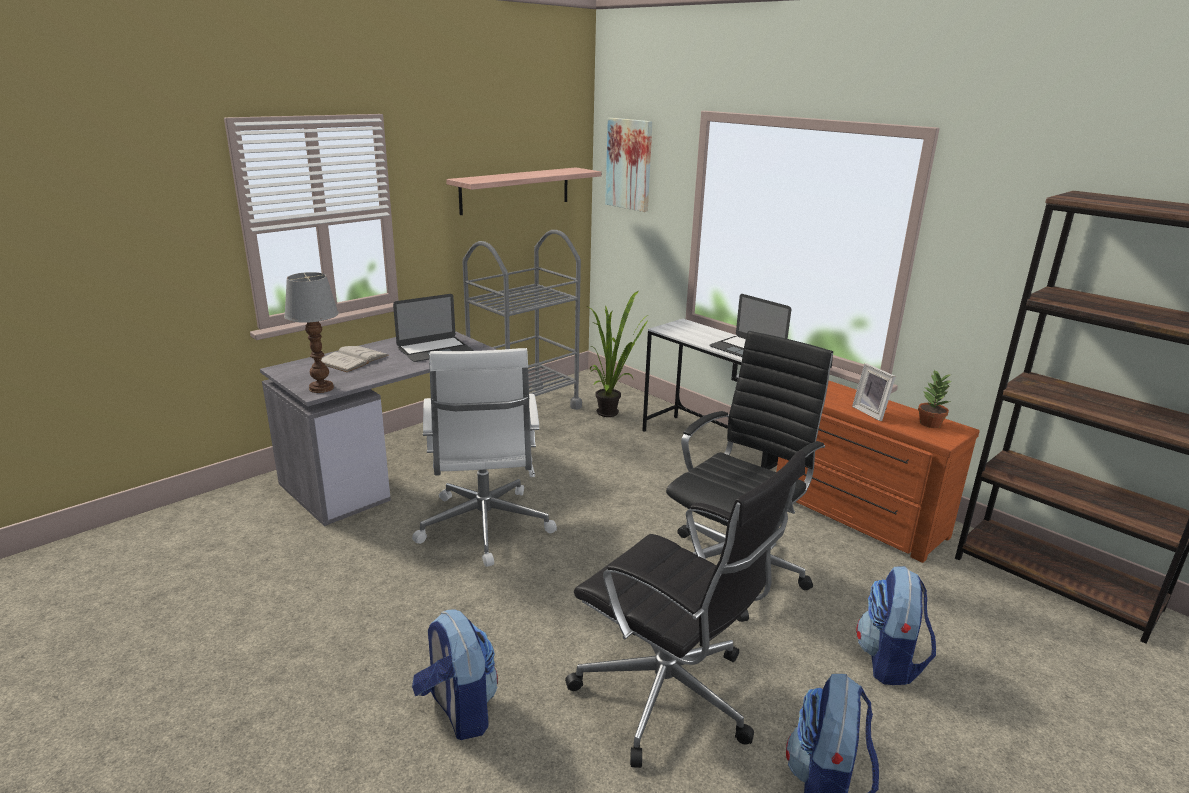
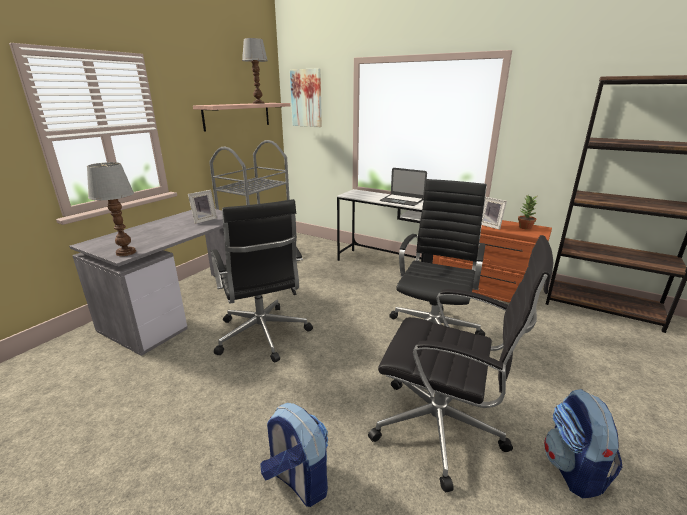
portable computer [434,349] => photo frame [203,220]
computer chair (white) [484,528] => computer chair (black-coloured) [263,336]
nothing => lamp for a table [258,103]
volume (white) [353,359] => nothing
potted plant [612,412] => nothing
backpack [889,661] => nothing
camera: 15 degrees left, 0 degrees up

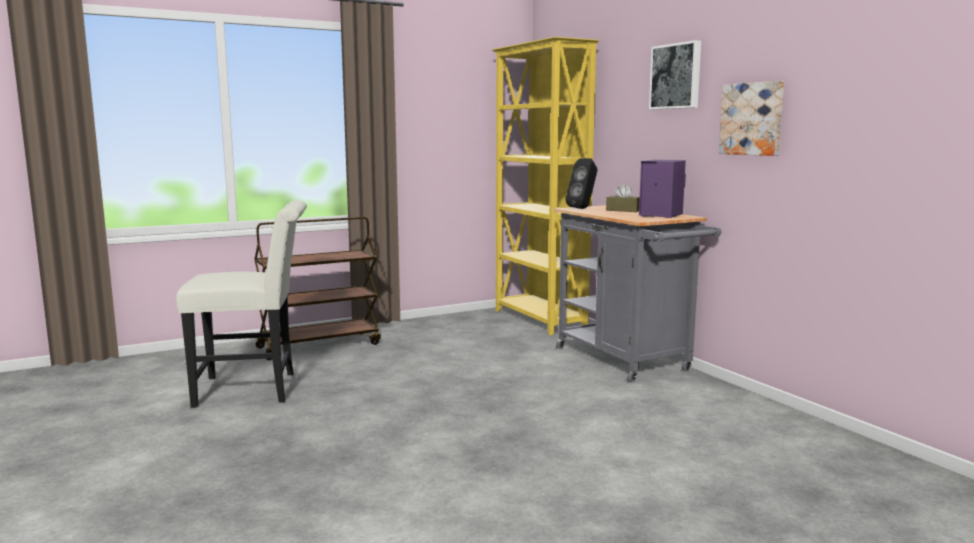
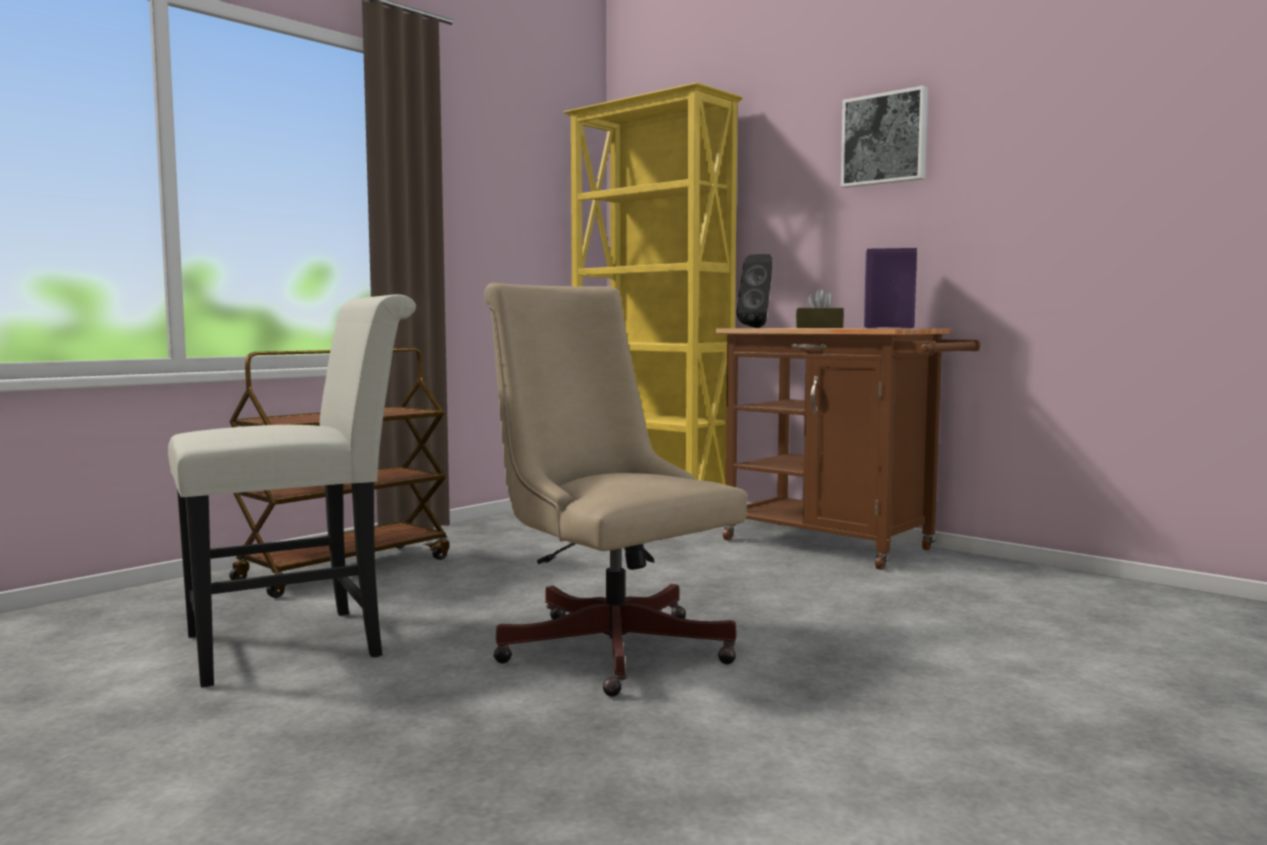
nothing => computer chair (beige) [607,645]
cart (greyish) [627,361] => cart (brownish) [839,546]
wall art [752,119] => nothing
camera: 20 degrees left, 5 degrees down

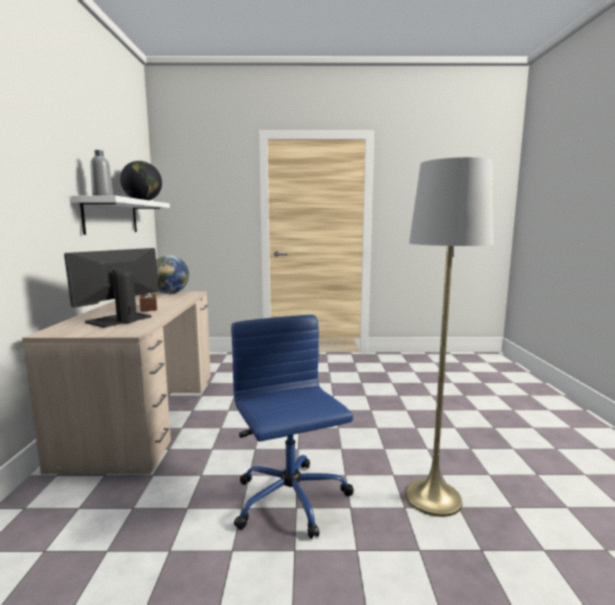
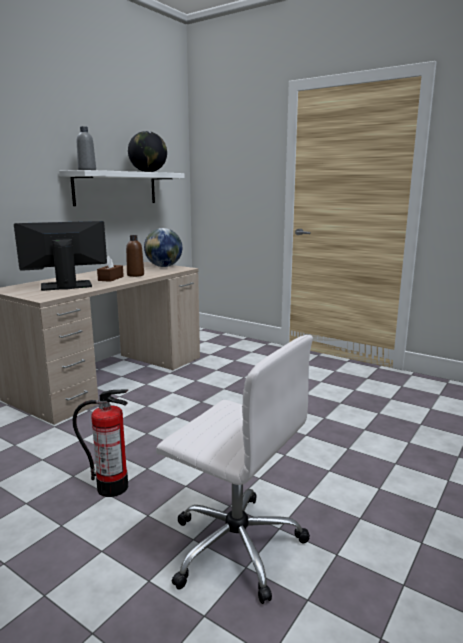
computer chair (blue) [291,500] => fire-fighting cylinder [112,487]
nothing => bottle (brownish) [135,275]
floor lamp (greyish) [433,497] => computer chair (white) [234,545]
camera: 35 degrees right, 5 degrees up

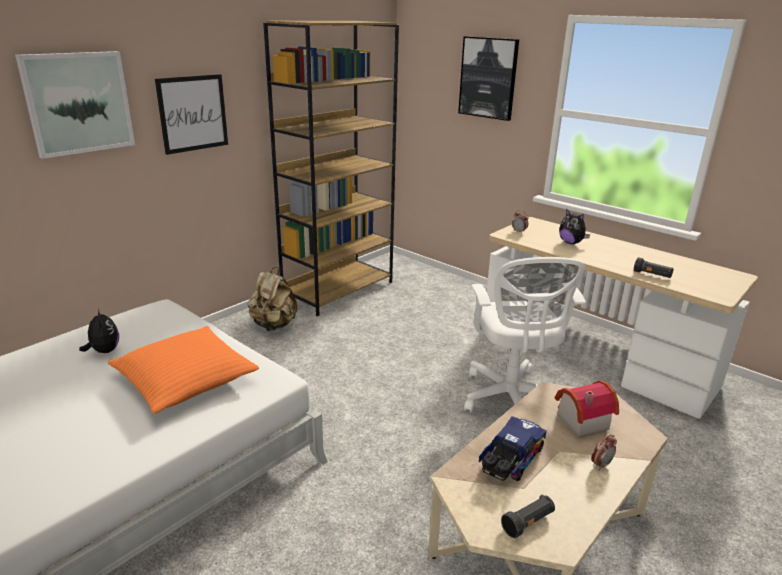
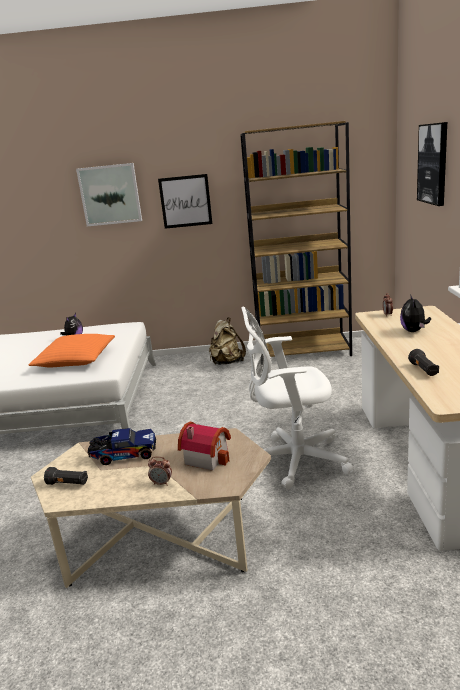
computer chair (white) [510,400] => computer chair (white) [293,460], 45 degrees clockwise
camera: 50 degrees right, 5 degrees down

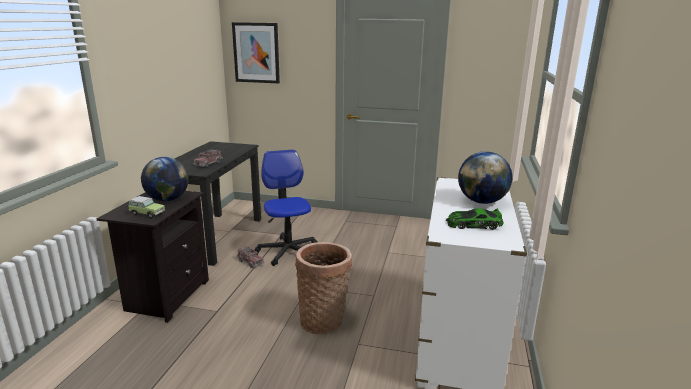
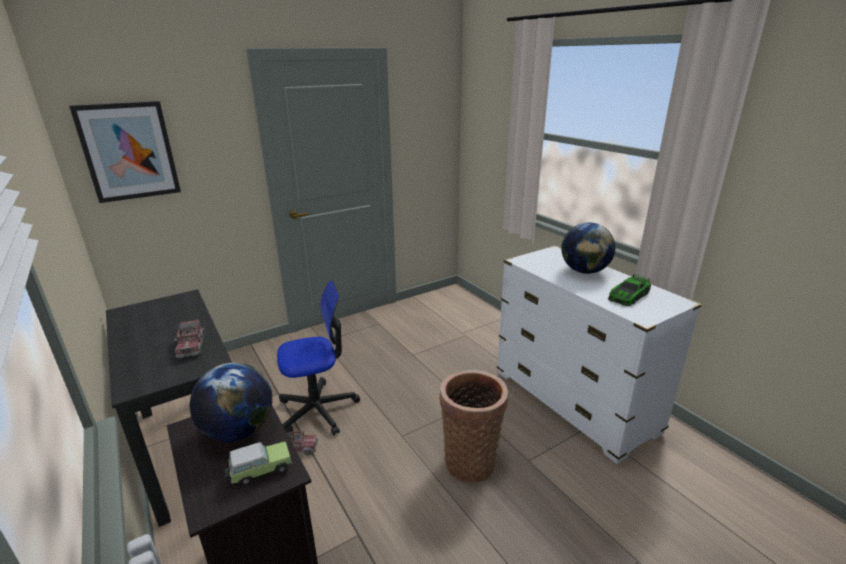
computer chair [288,251] => computer chair [318,409], 135 degrees clockwise
camera: 45 degrees left, 5 degrees up

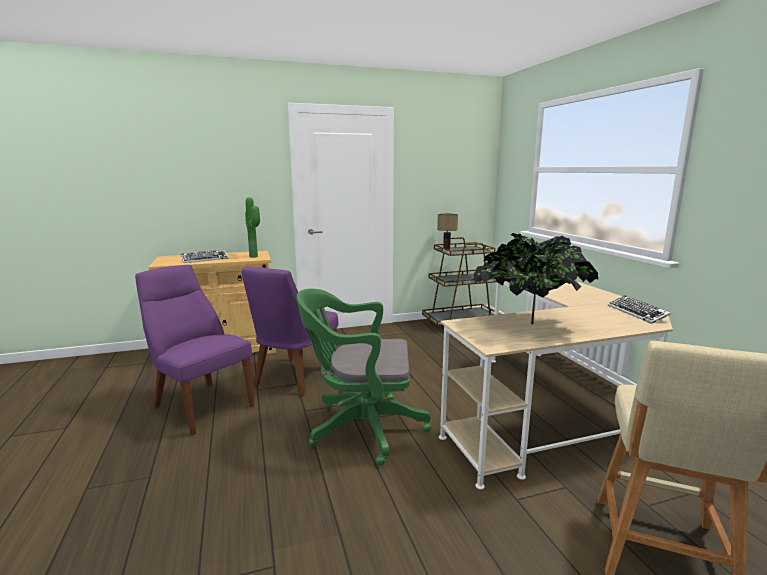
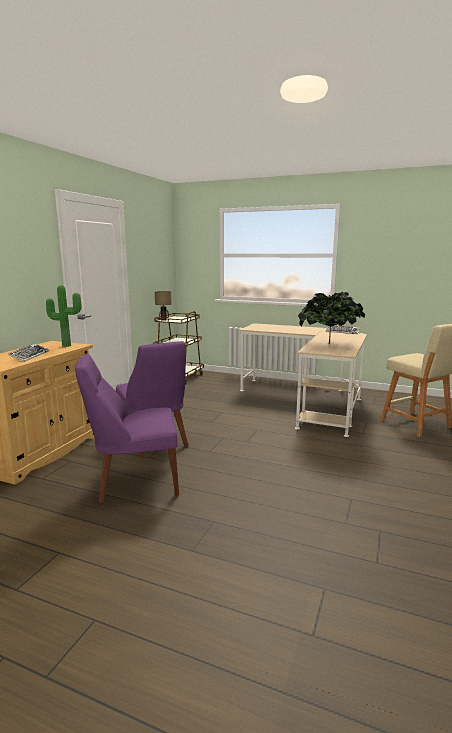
computer chair (green) [361,428] => nothing
camera: 50 degrees left, 0 degrees up

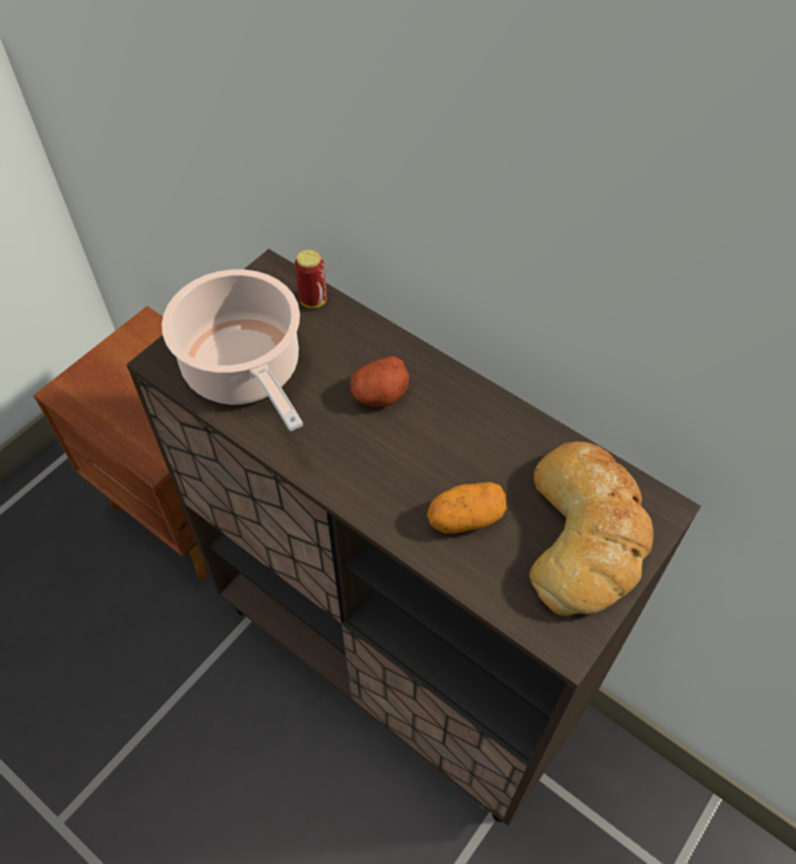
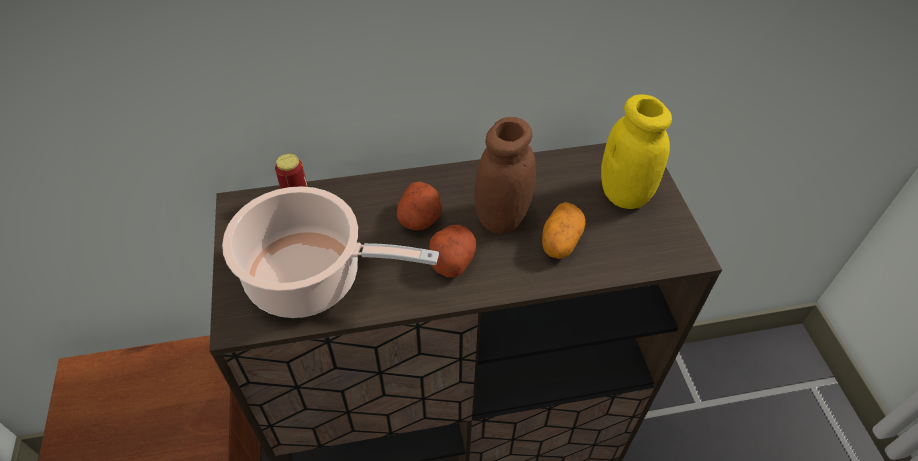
nothing => whole potato [451,259]
nothing => storage jar (brownish) [502,218]
baked bread [587,533] => storage jar (yellow-coloured) [624,194]
camera: 50 degrees left, 5 degrees down

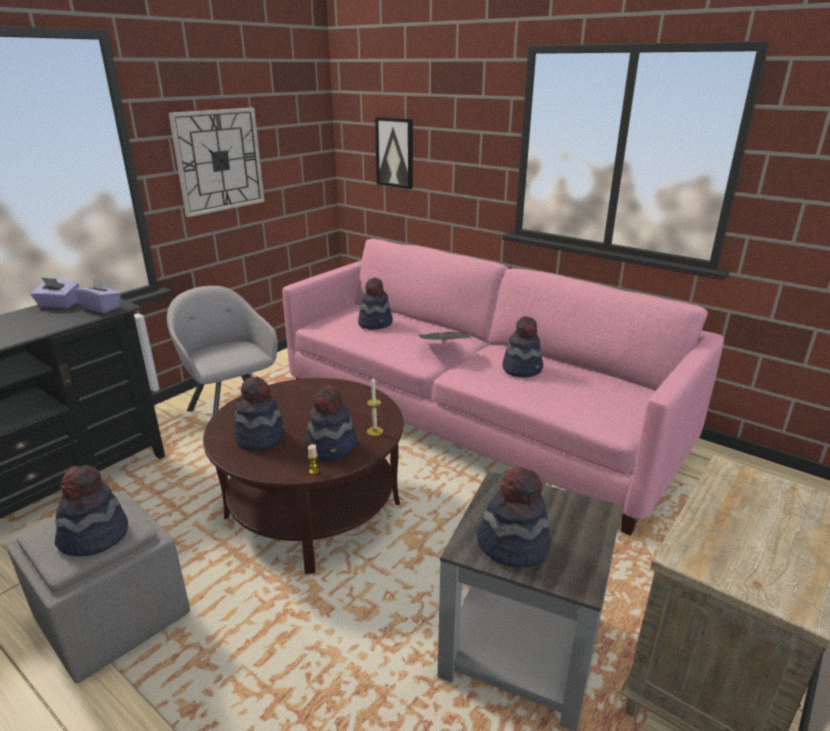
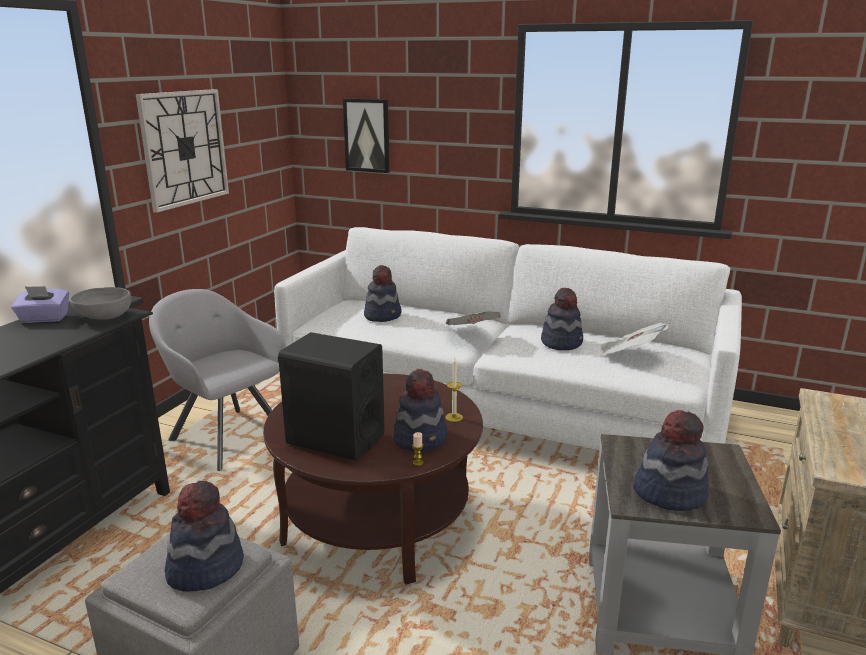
tissue holder (purple) [101,308] => serving bowl (greyish) [104,317]
couch (pinkish) [475,420] => couch (white) [499,408]
clothing hat [260,437] => loudspeaker (black-coloured) [335,439]
nothing => daily paper [629,354]
camera: 15 degrees left, 5 degrees down

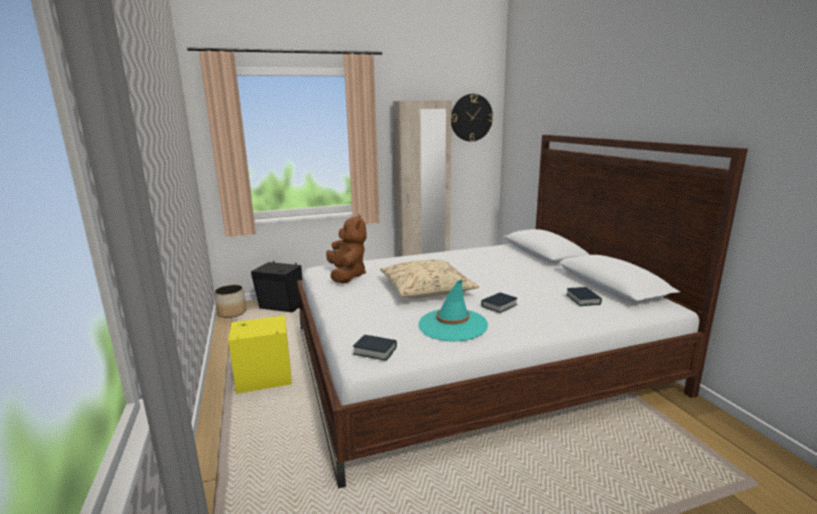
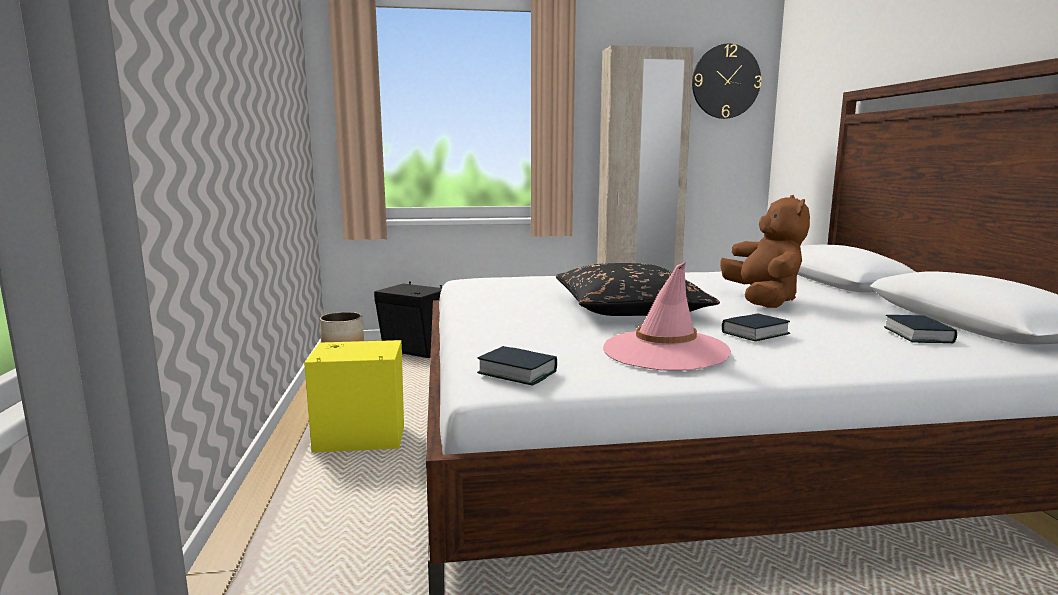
throw pillow (beige) [426,289] => throw pillow (black-coloured) [629,308]
clothing hat (turquoise) [452,325] => clothing hat (pinkish) [665,351]
plush toy (brownish) [347,276] => plush toy (brownish) [762,300], shifted
camera: 10 degrees right, 5 degrees down

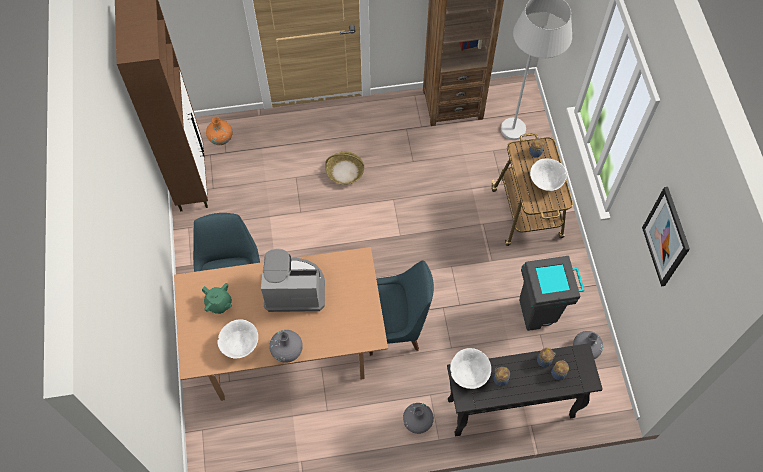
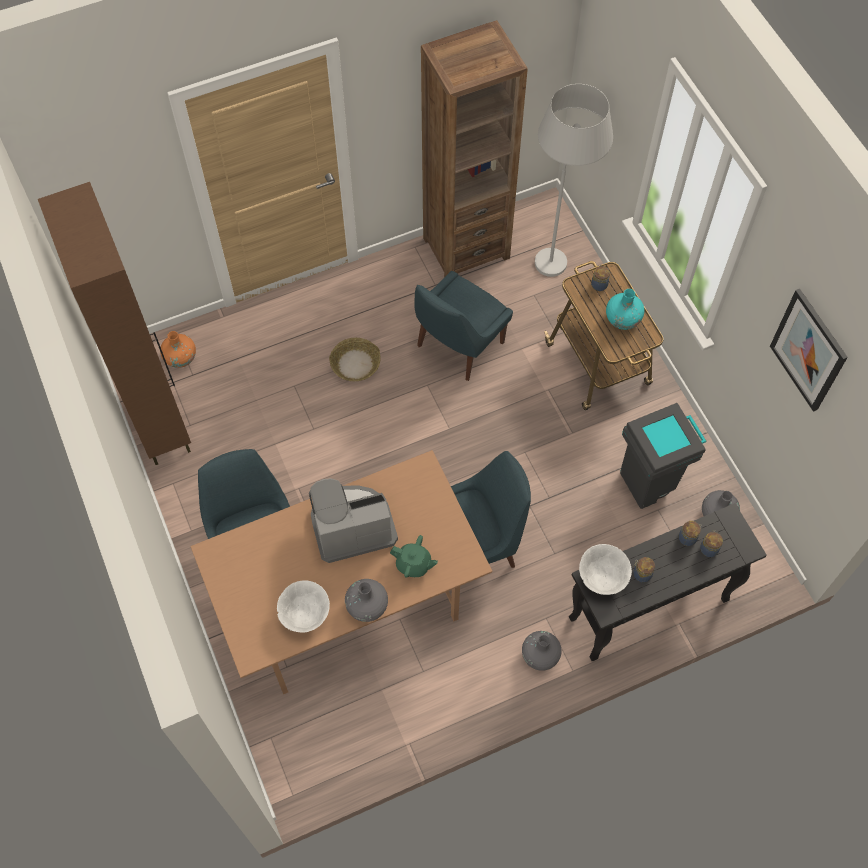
teapot (green) [219,304] => teapot (green) [413,564], shifted
nothing => upright chair (blue) [458,346]
serving bowl (white) [545,182] => flower vase (turquoise) [622,319]
camera: 15 degrees left, 0 degrees up

